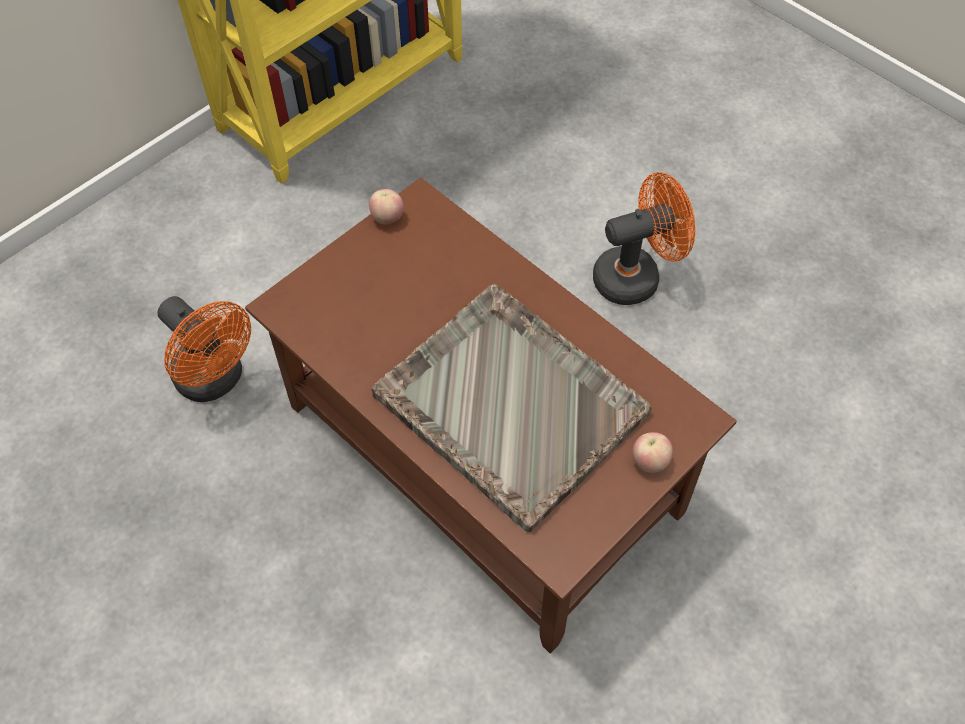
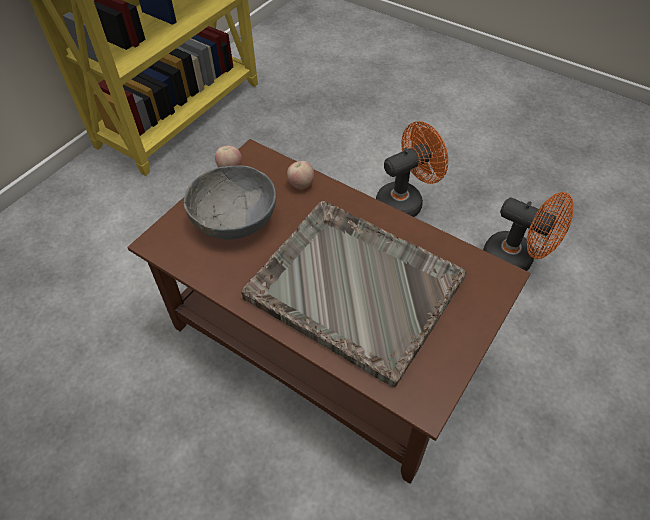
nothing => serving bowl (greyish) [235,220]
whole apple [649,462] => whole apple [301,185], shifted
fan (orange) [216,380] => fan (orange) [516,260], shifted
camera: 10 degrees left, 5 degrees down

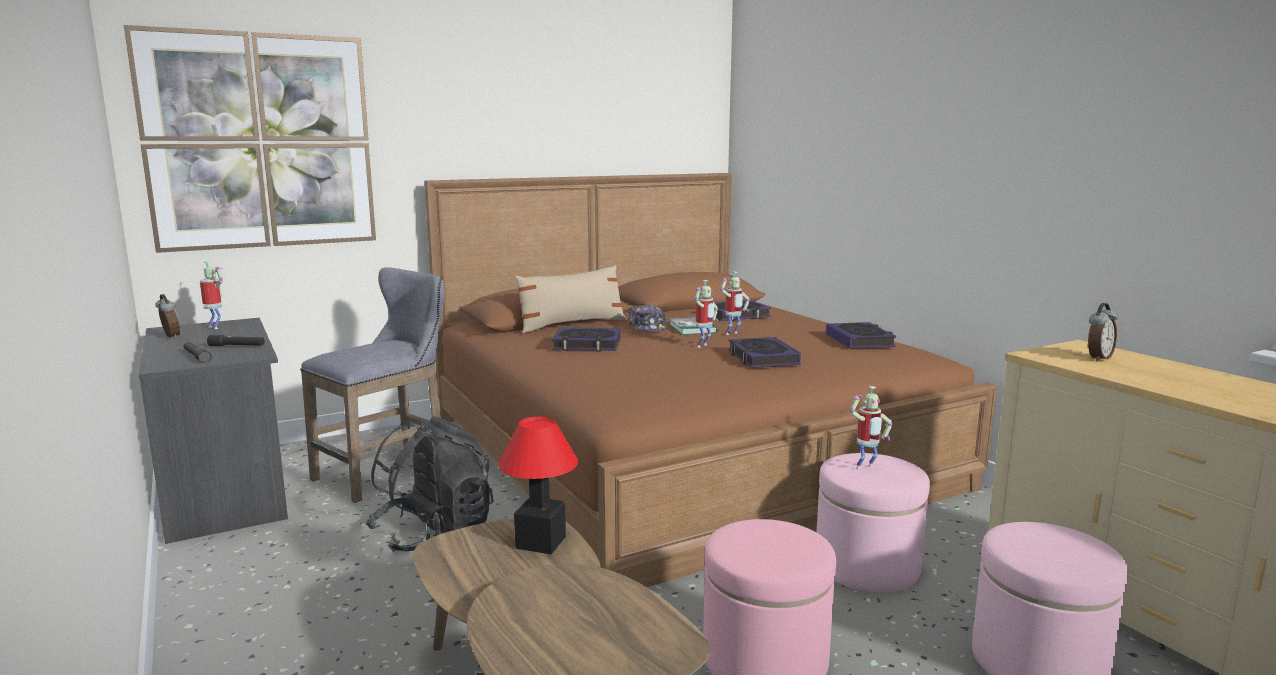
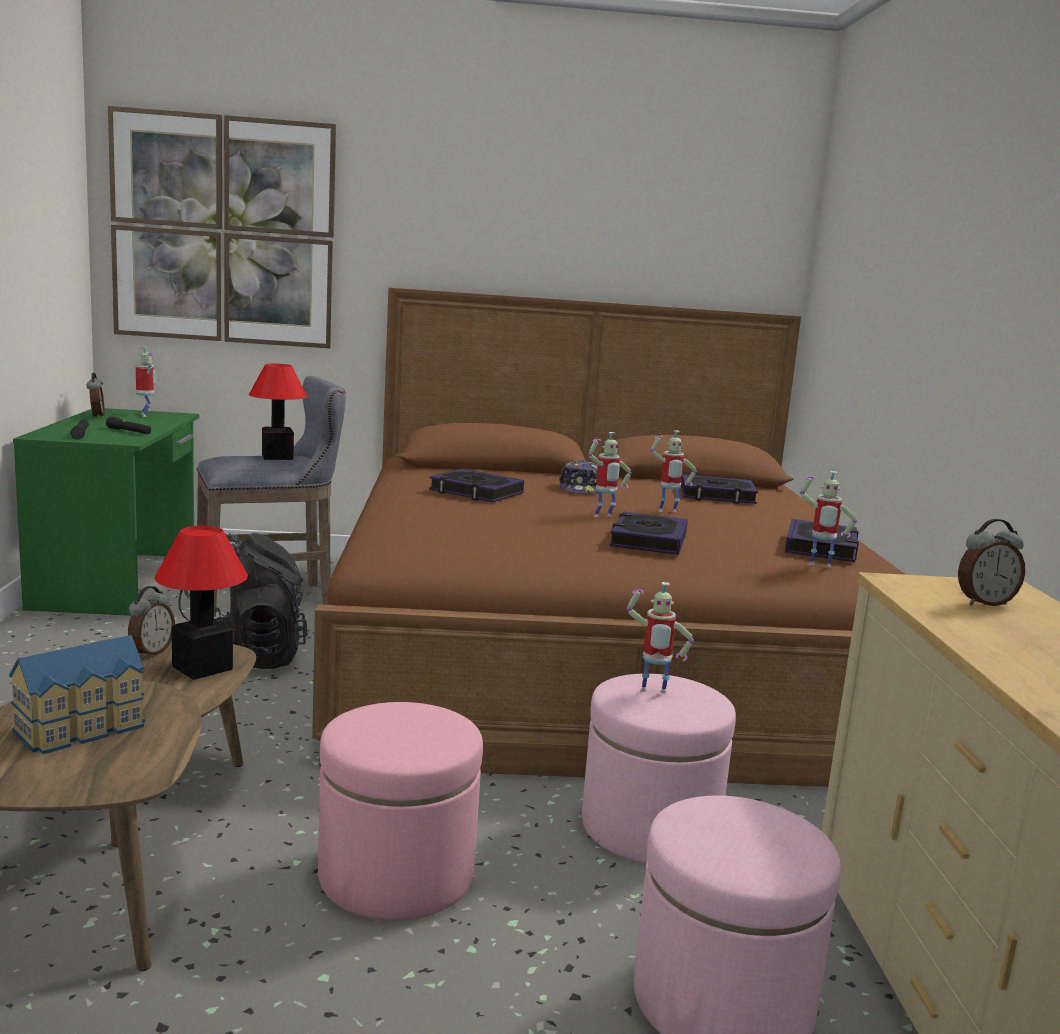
nothing => model house [84,729]
desk table (greyish) [226,491] => desk table (green) [119,580]
nothing => table clock [150,652]
nothing => lamp for a table [278,457]
nothing => model robot [819,566]
throw pillow (beige) [572,324] => nothing
volume [692,328] => nothing
camera: 25 degrees right, 0 degrees up

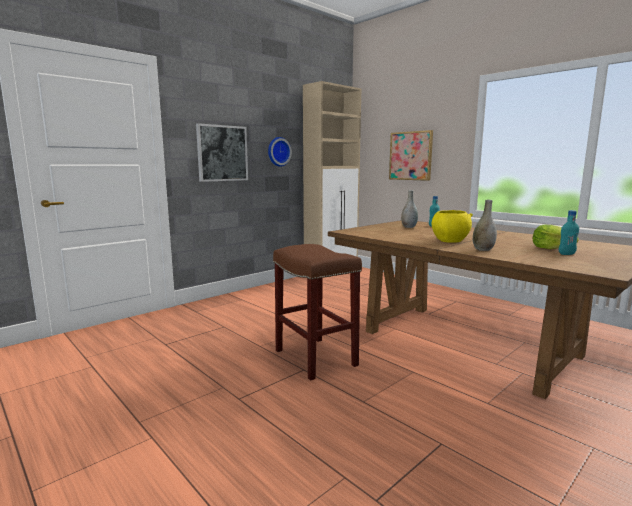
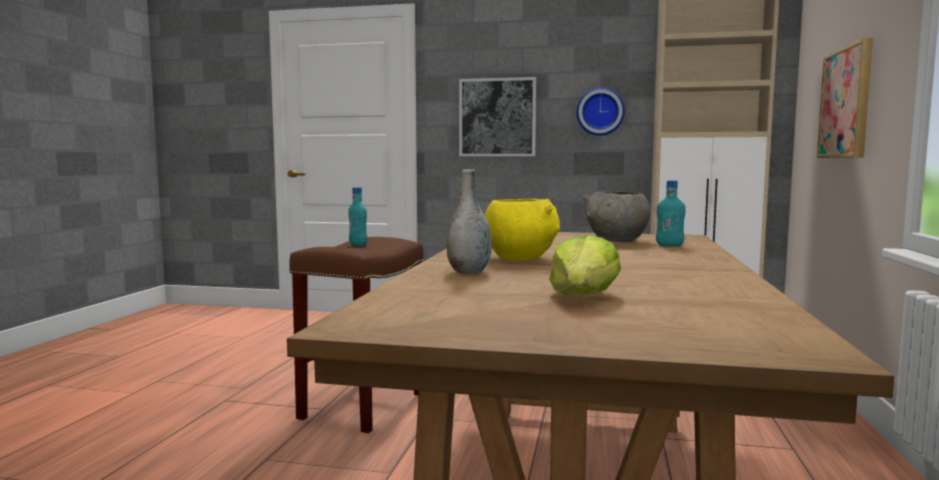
bottle (turquoise) [566,254] => bottle (turquoise) [358,245], shifted
flower vase (greyish) [409,227] => serving bowl (greyish) [616,241]
camera: 55 degrees right, 5 degrees down

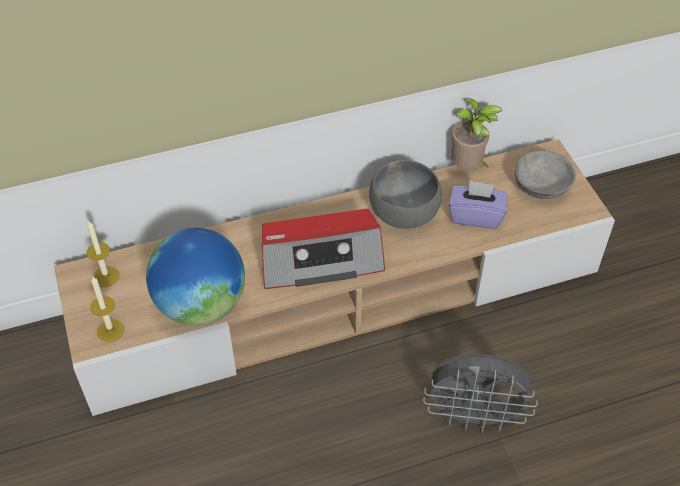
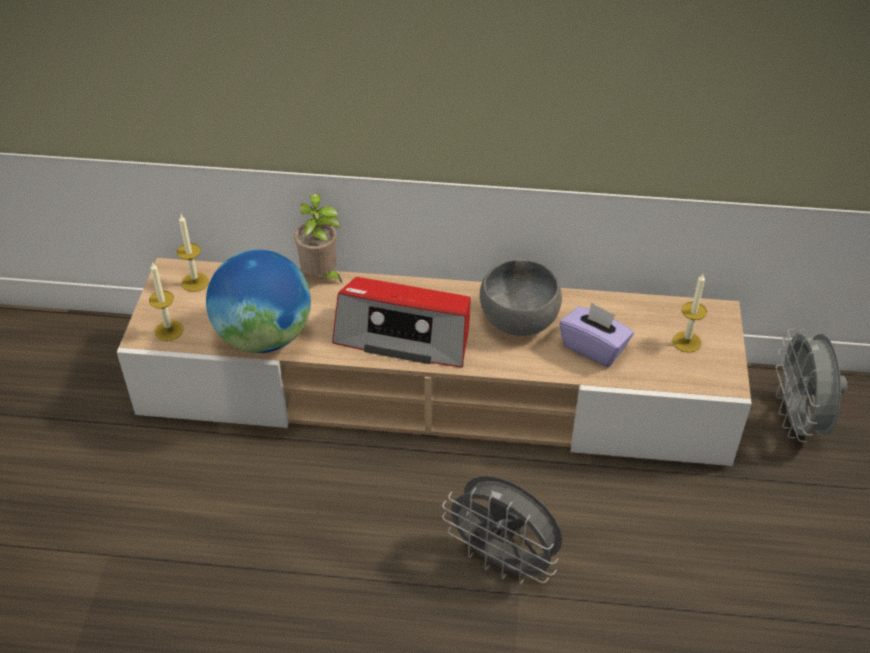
potted plant [468,168] => potted plant [321,276], shifted
serving bowl (greyish) [541,186] => wax candle [686,342]
nothing => fan (greyish) [798,421]
camera: 25 degrees right, 5 degrees down

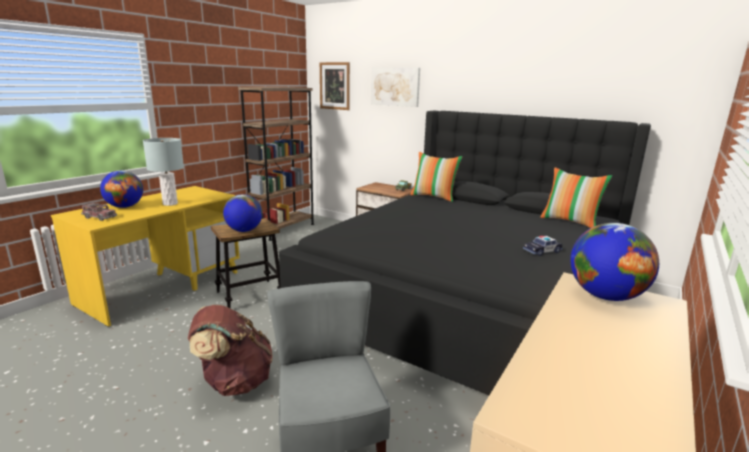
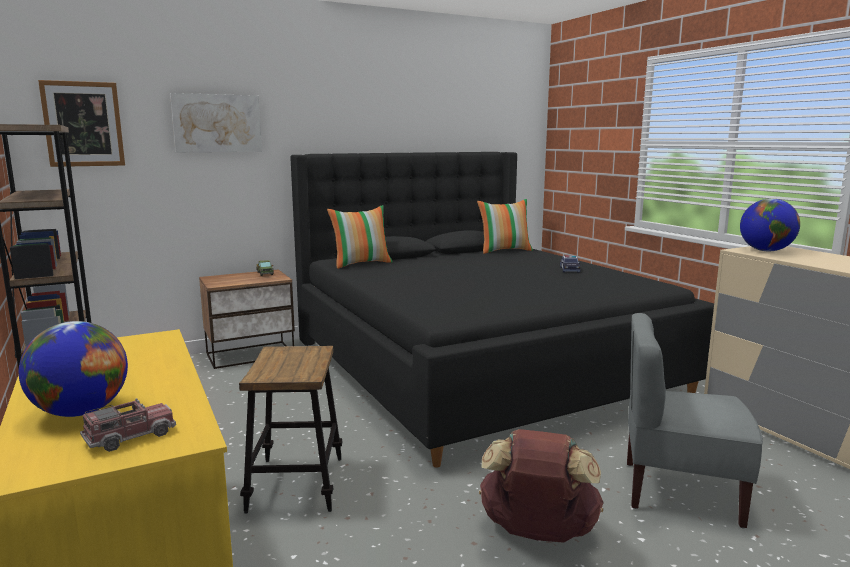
lamp for a table (greyish) [170,204] => nothing
world globe [244,230] => nothing
camera: 60 degrees left, 5 degrees down

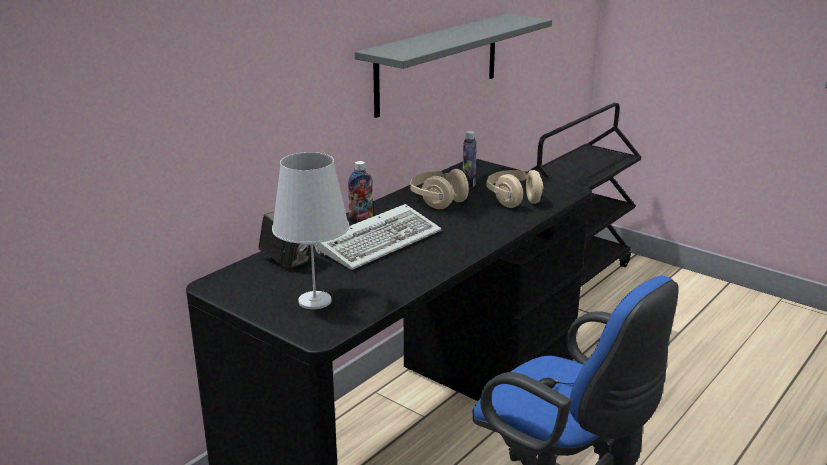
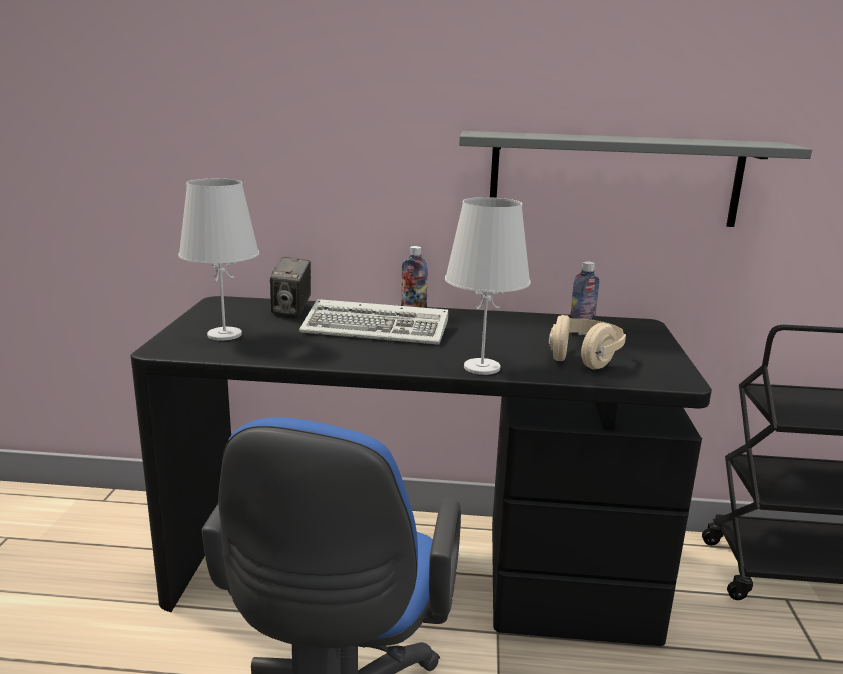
nothing => lamp for a table (white) [481,367]
pair of headphones (beige) [438,201] => nothing
camera: 55 degrees right, 5 degrees down

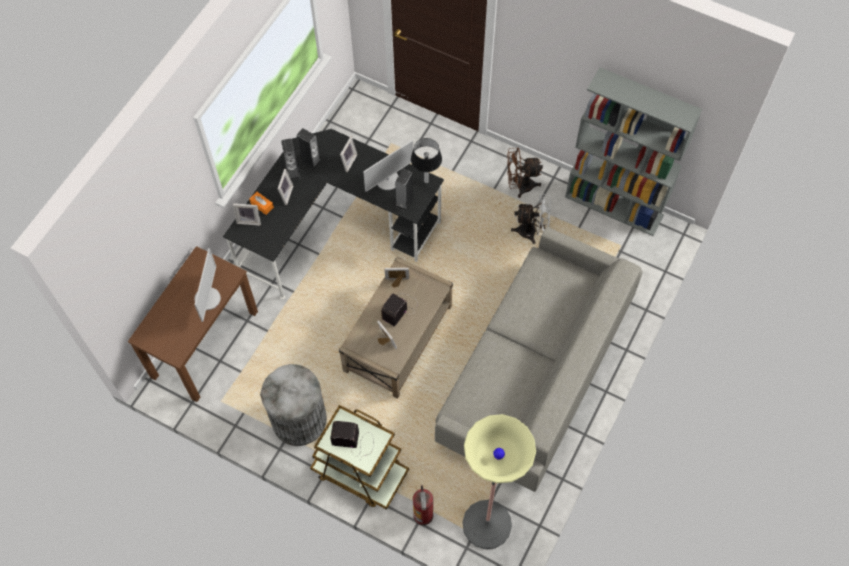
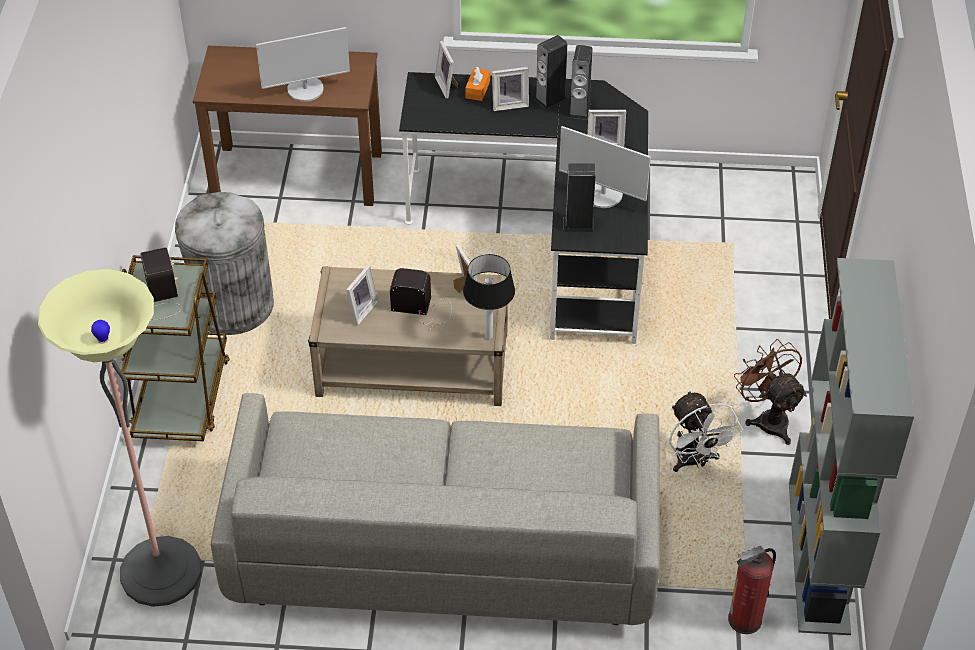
lamp for a table [426,181] => lamp for a table [489,336], shifted
fire-fighting cylinder [423,515] => fire-fighting cylinder [745,620], shifted
camera: 65 degrees right, 15 degrees down

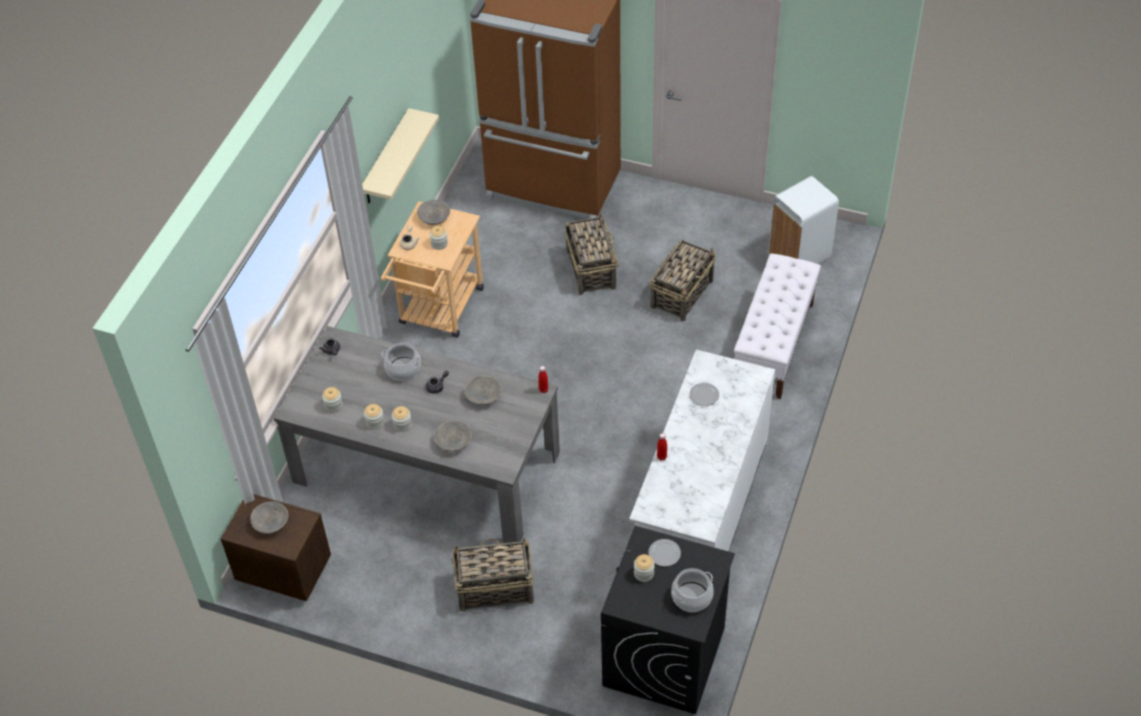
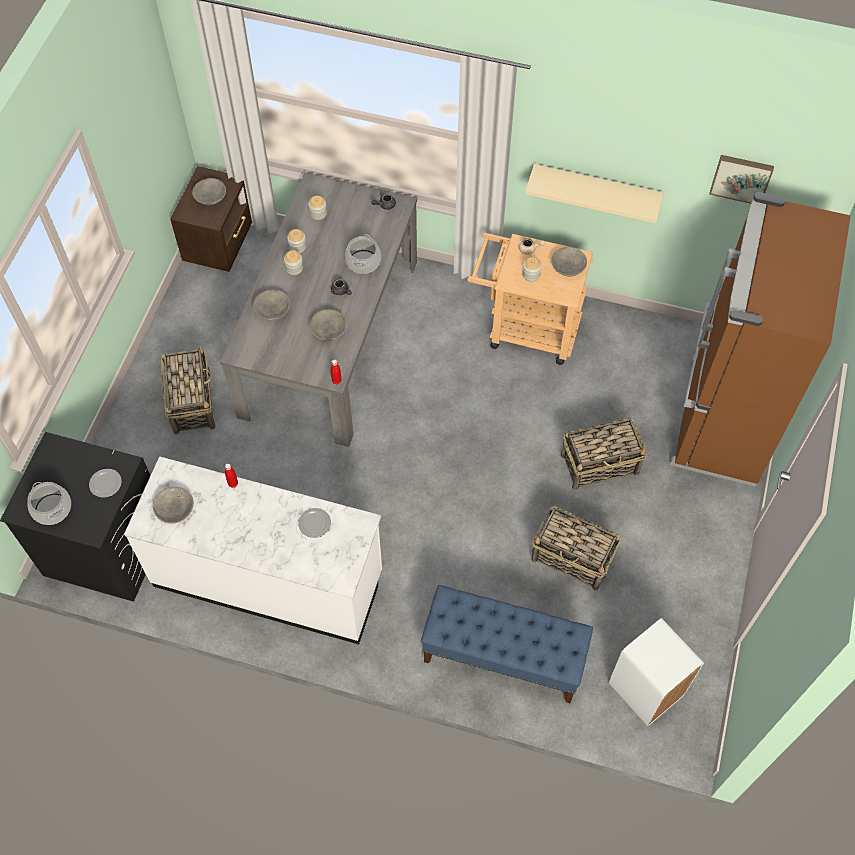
nothing => serving bowl (greyish) [175,510]
indoor bench (white) [774,345] => indoor bench (blue) [502,657]
nothing => wall art [741,178]
storage jar [644,573] => nothing
camera: 85 degrees right, 10 degrees up

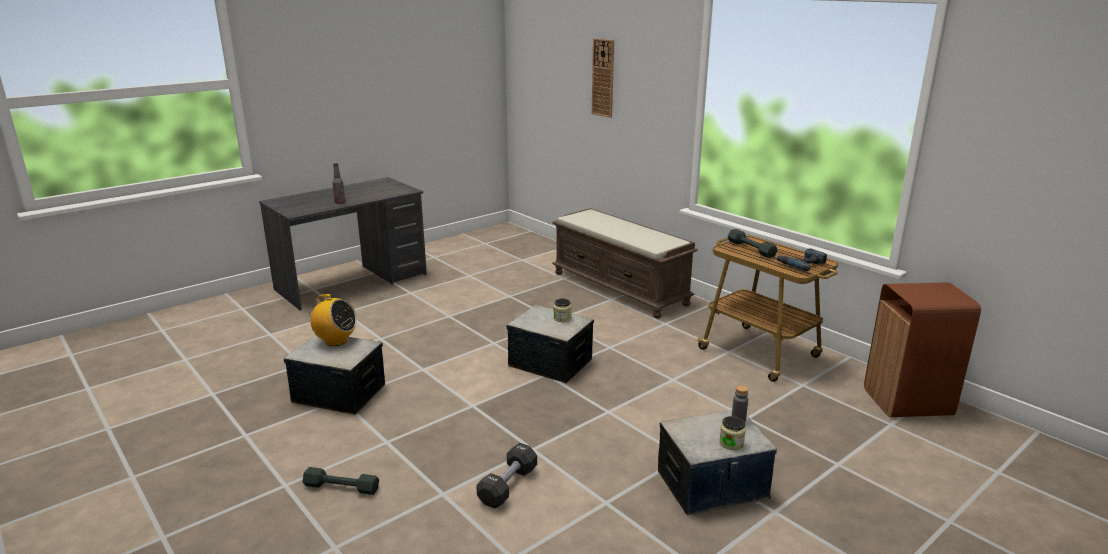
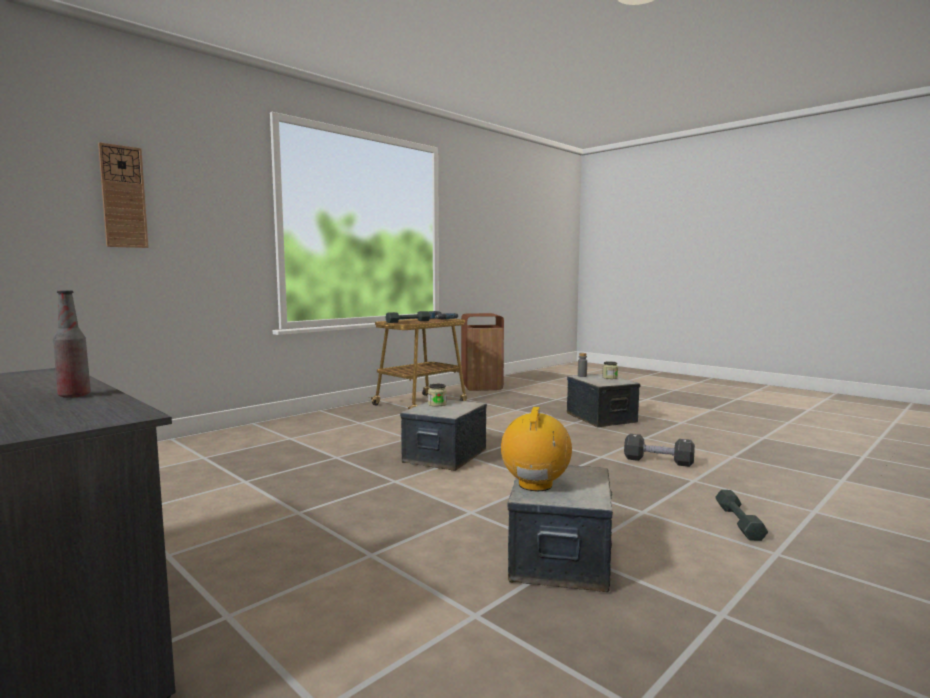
indoor bench (brownish) [620,288] => nothing
camera: 95 degrees left, 15 degrees down

